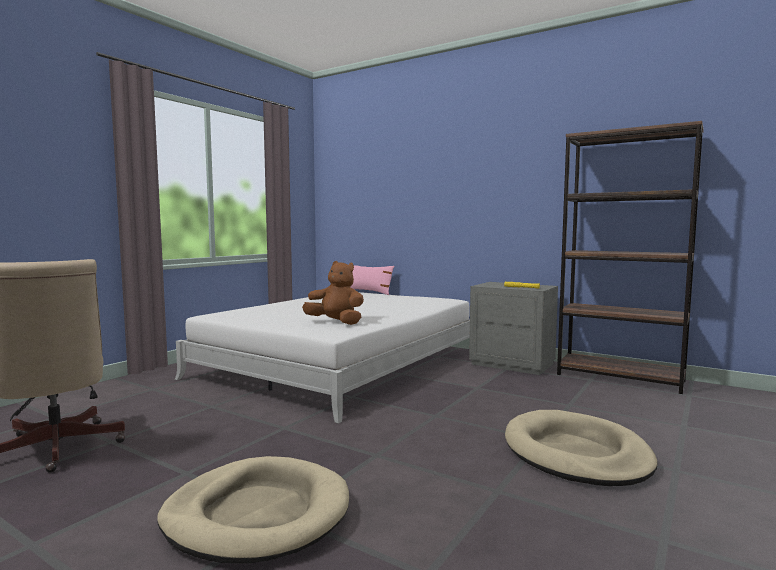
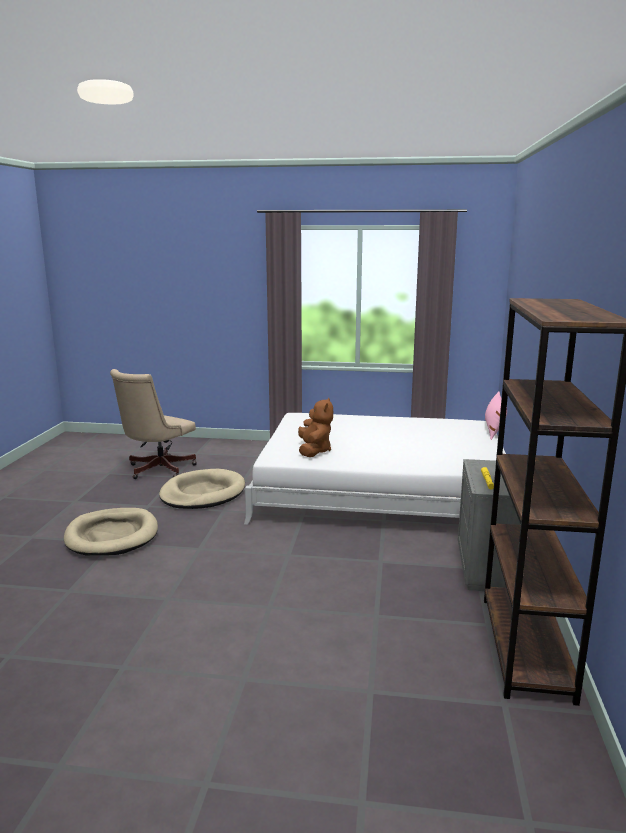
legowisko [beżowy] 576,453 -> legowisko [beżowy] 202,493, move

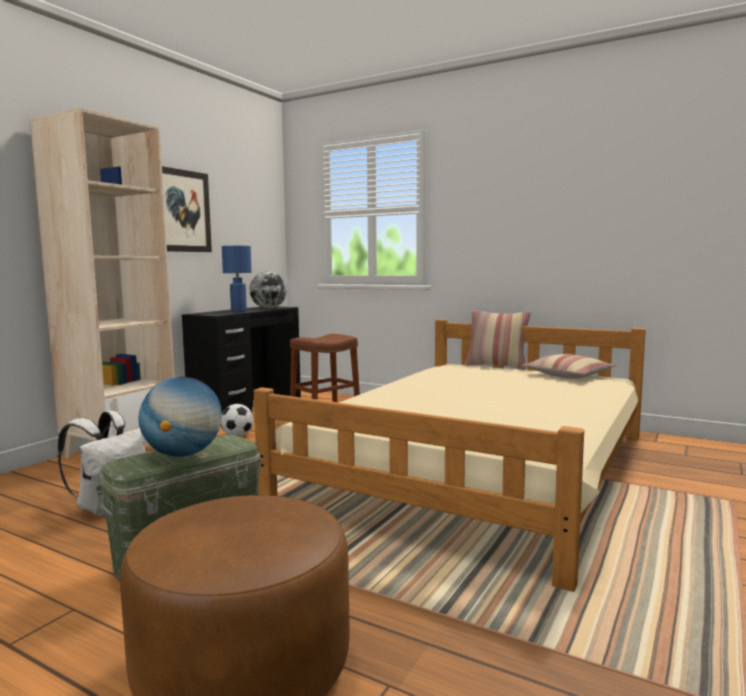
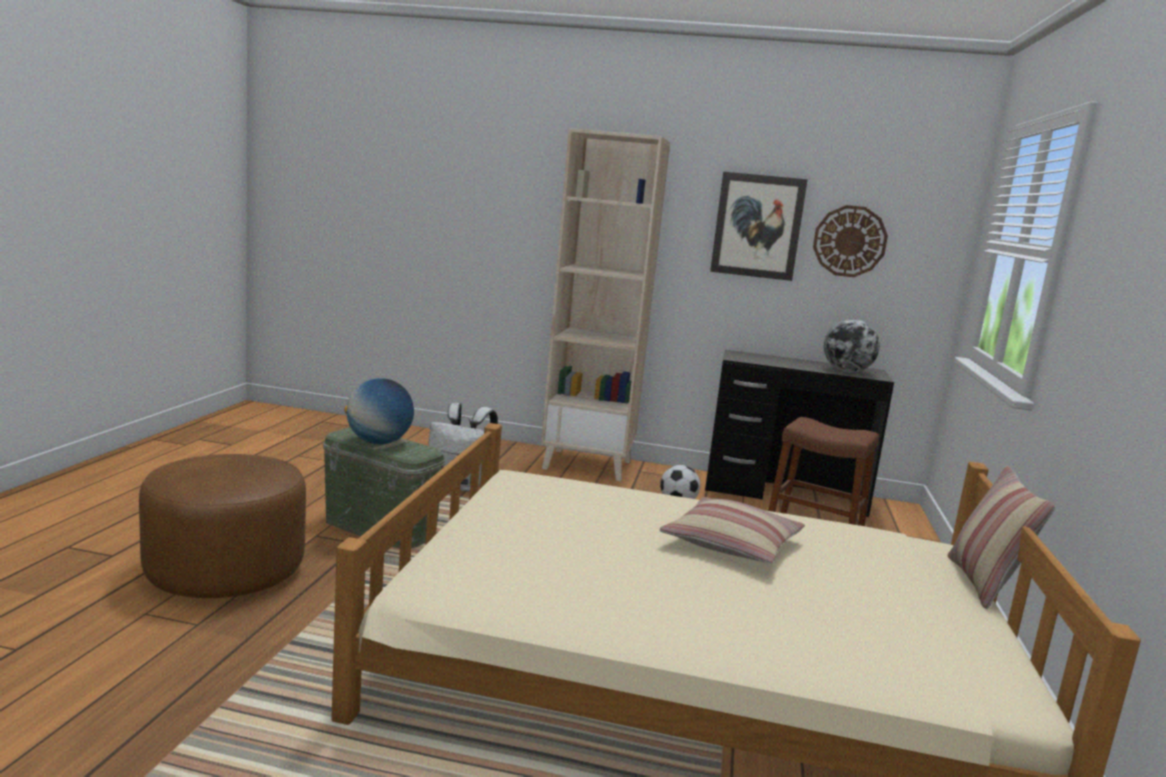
lampa stołowa [niebieski] 239,311 -> none
poduszka 568,375 -> poduszka 731,544, move
none -> zegar ścienny 849,241

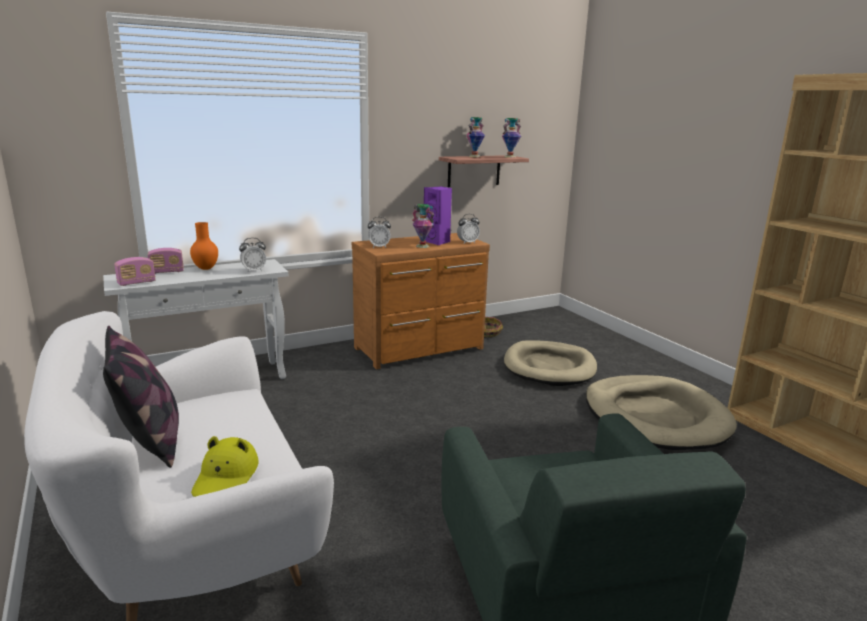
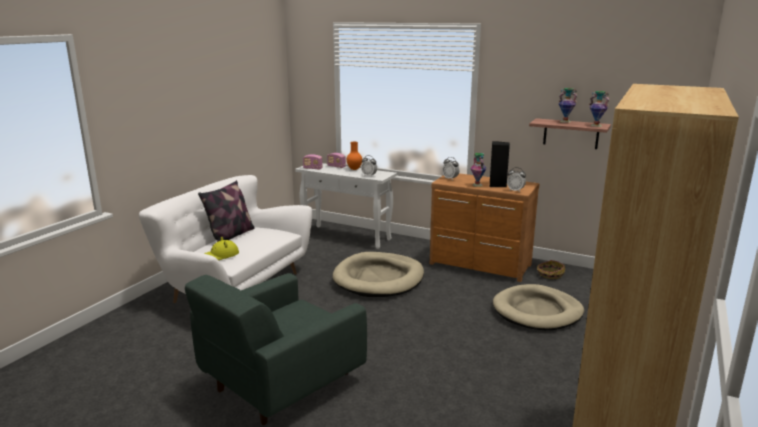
głośnik [fioletowy] 437,242 -> głośnik [czarny] 497,185
legowisko [beżowy] 655,417 -> legowisko [beżowy] 379,278, move

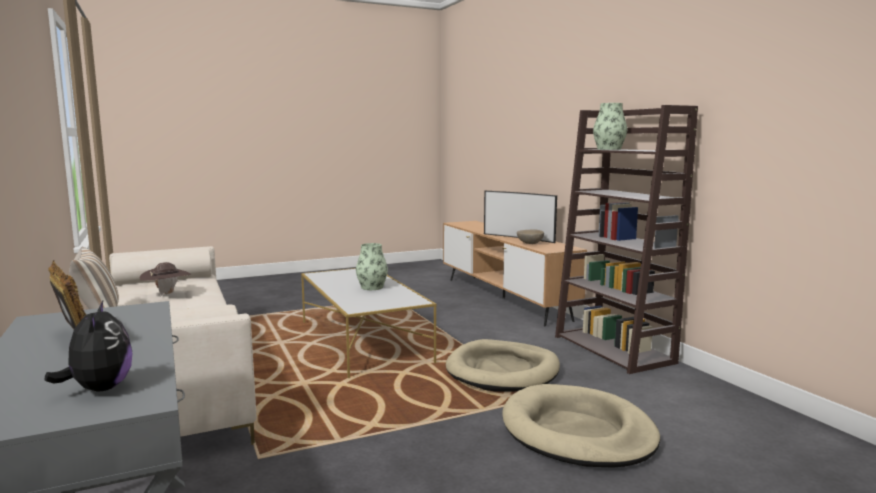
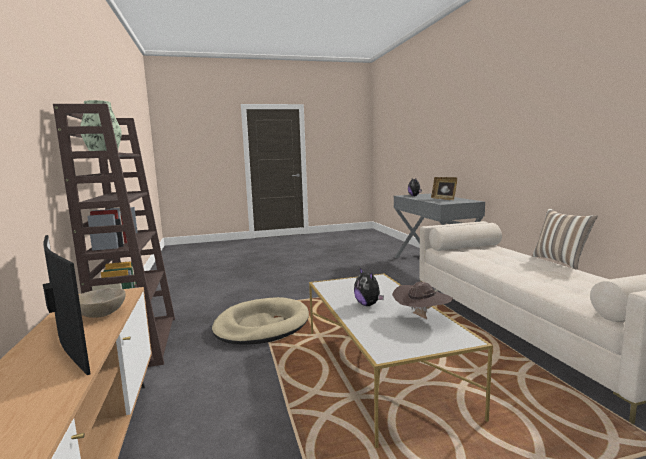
kapelusz [brązowy] 167,294 -> kapelusz [brązowy] 421,318, move
wazon 372,287 -> pluszak 368,304
legowisko [beżowy] 577,432 -> none

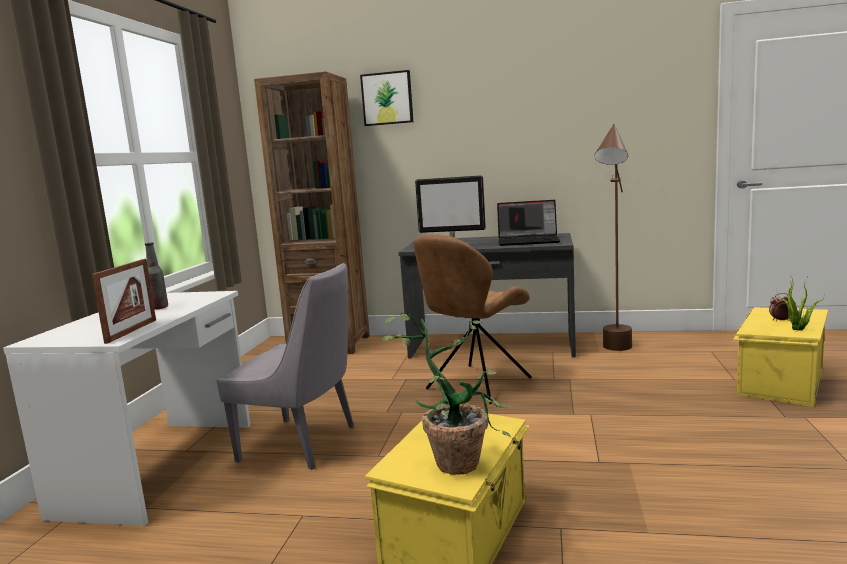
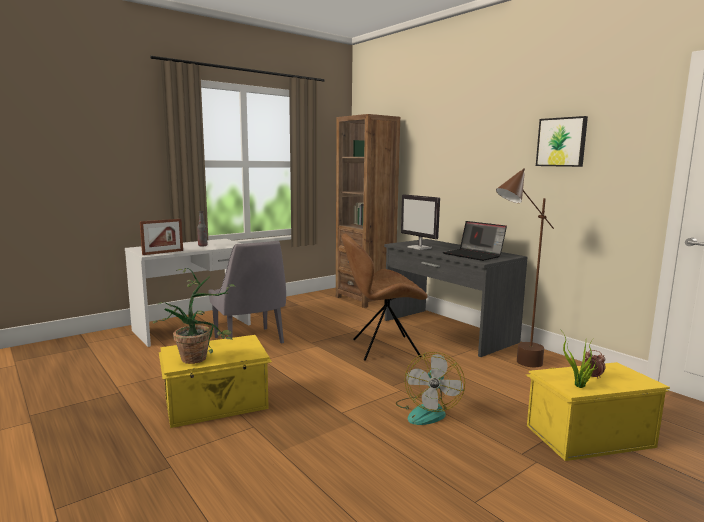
obraz 387,98 -> obraz 561,142, move
none -> wentylator 427,411

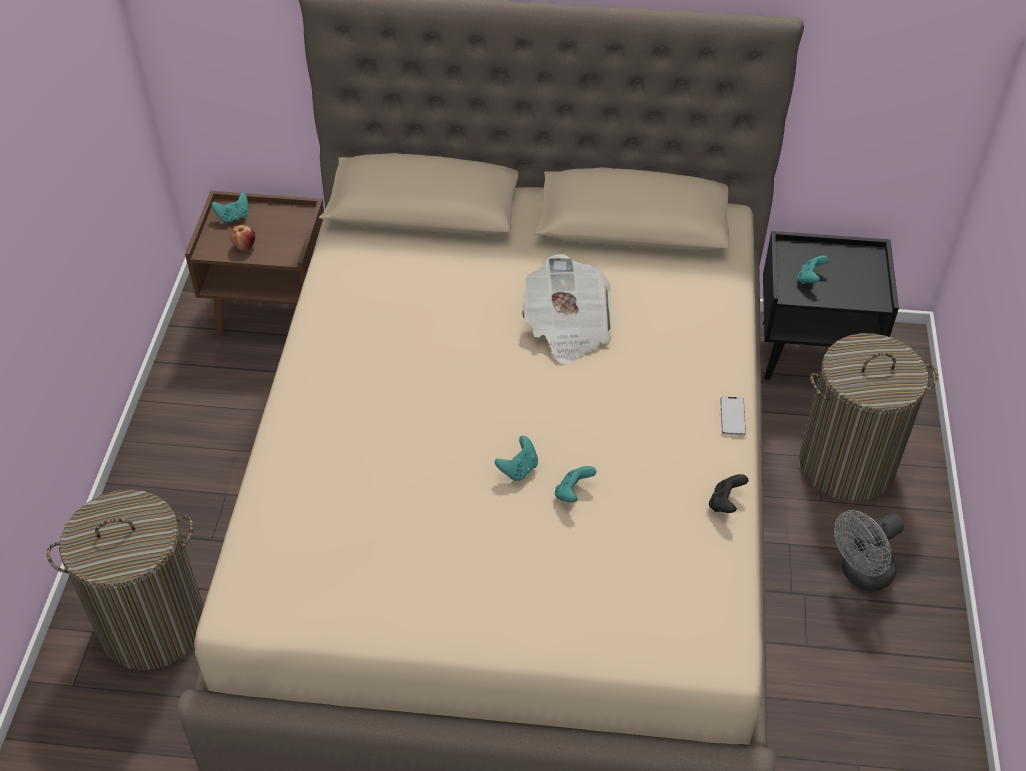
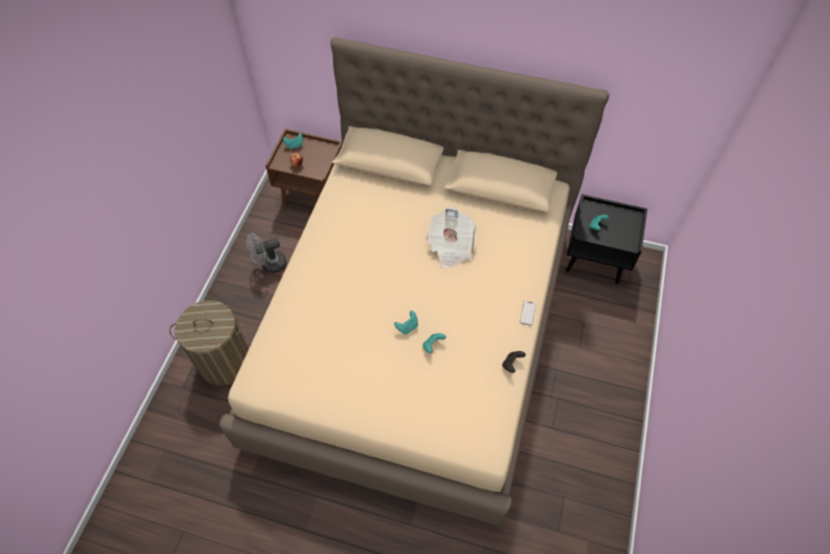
kosz na pranie 846,464 -> none
wentylator [szary] 860,575 -> wentylator [szary] 269,265, move

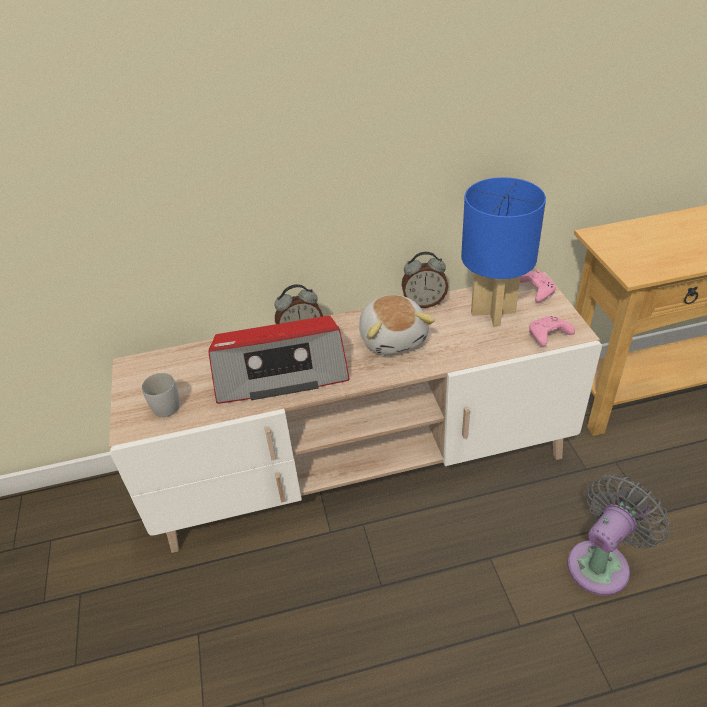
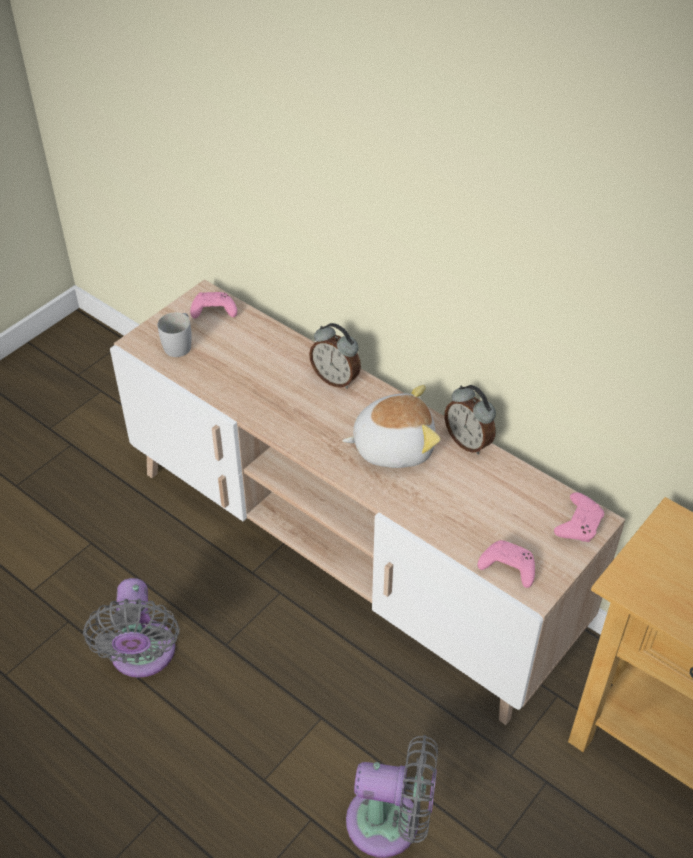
radio 281,372 -> none
pluszak 393,338 -> pluszak 392,446, 135 degrees counterclockwise
lampa stołowa [niebieski] 492,312 -> none
none -> wentylator [szary] 142,656
none -> pad do gier [różowy] 212,312

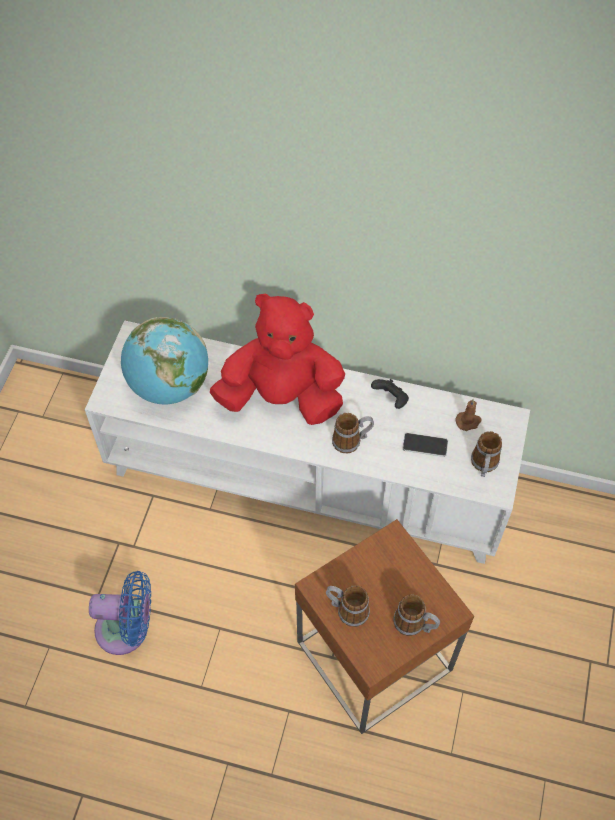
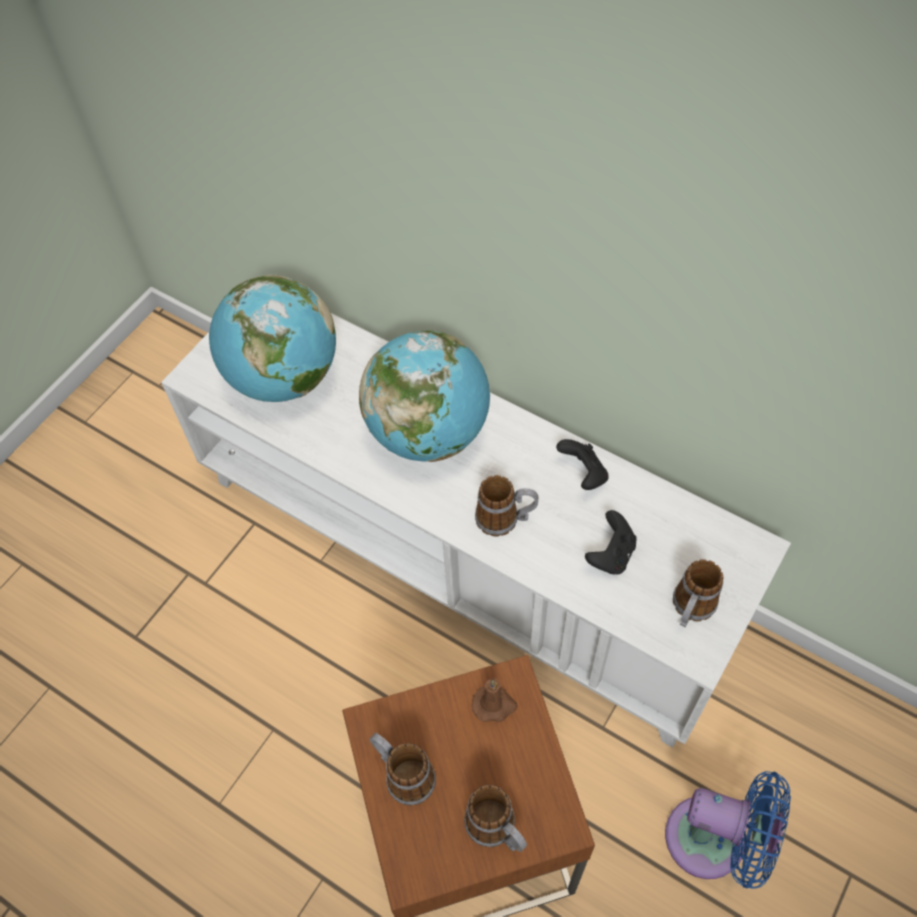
wentylator [niebieski] 127,630 -> wentylator [niebieski] 714,841, move
pluszak [czerwony] 282,397 -> globus 429,432
telefon 425,445 -> pad do gier [czarny] 611,554
świeca [brązowy] 468,421 -> świeca [brązowy] 494,705, move

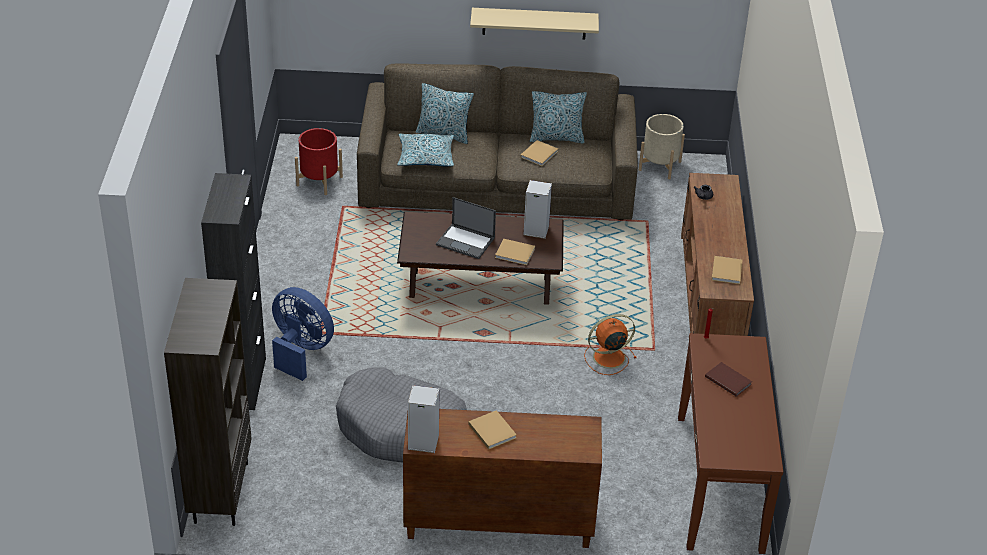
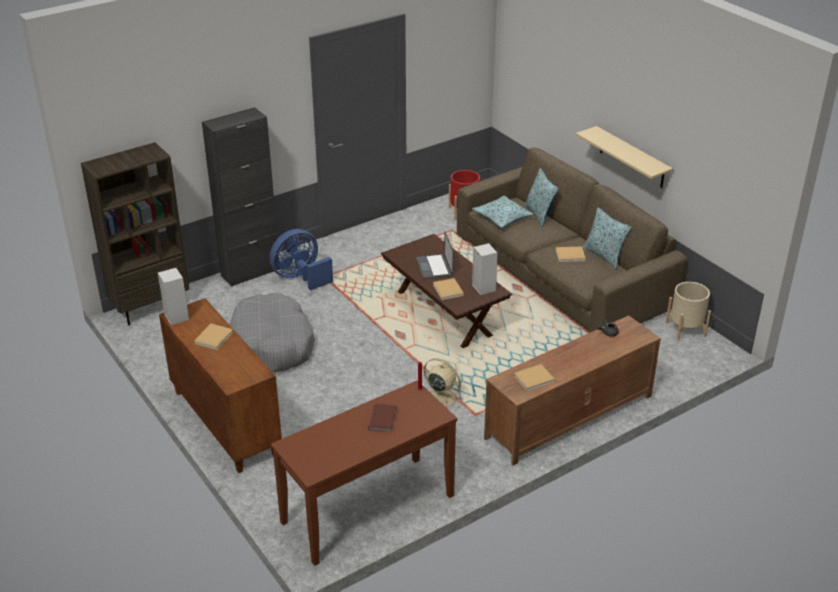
wentylator [niebieski] 300,351 -> wentylator [niebieski] 300,278, 120 degrees counterclockwise
wentylator [pomarańczowy] 607,357 -> wentylator [beżowy] 440,398

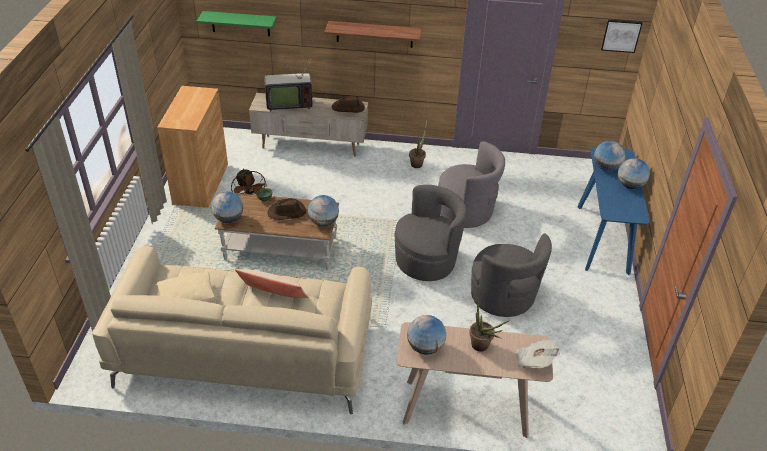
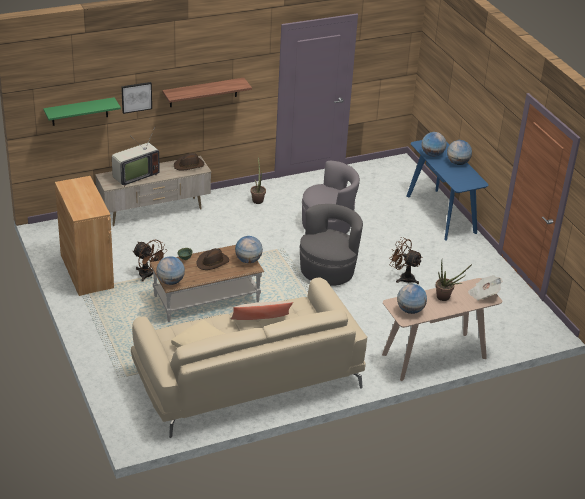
fotel [szary] 503,297 -> wentylator [brązowy] 403,277
obraz 621,35 -> obraz 136,97, move

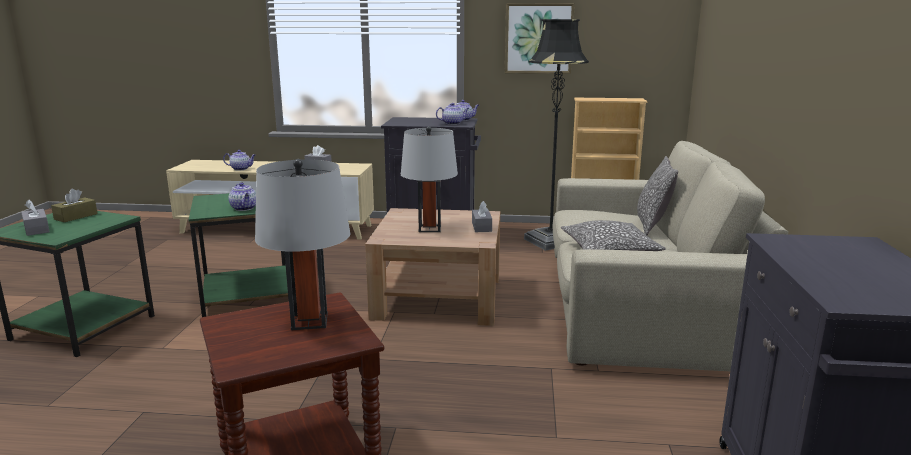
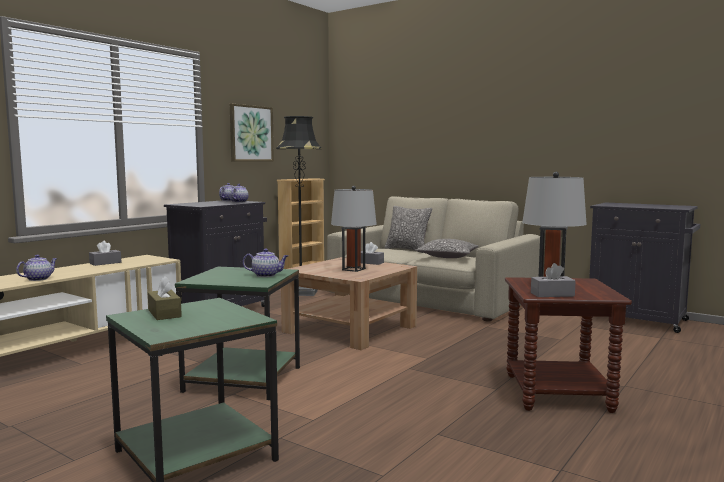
pudełko chusteczek [szary] 36,229 -> pudełko chusteczek [szary] 552,294, move

